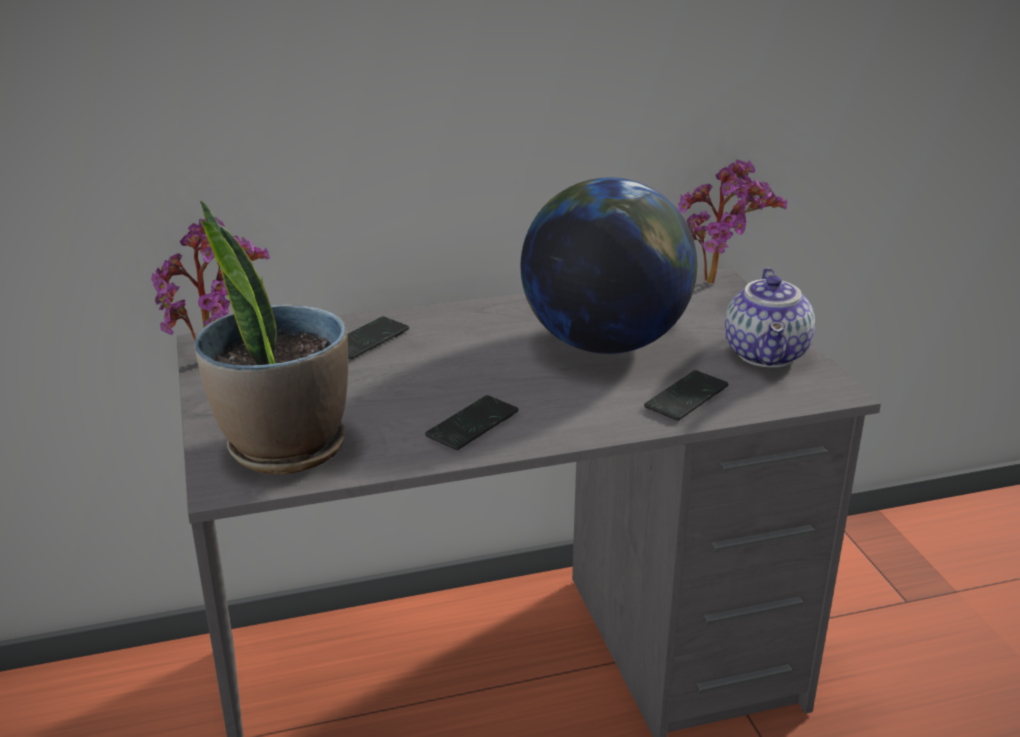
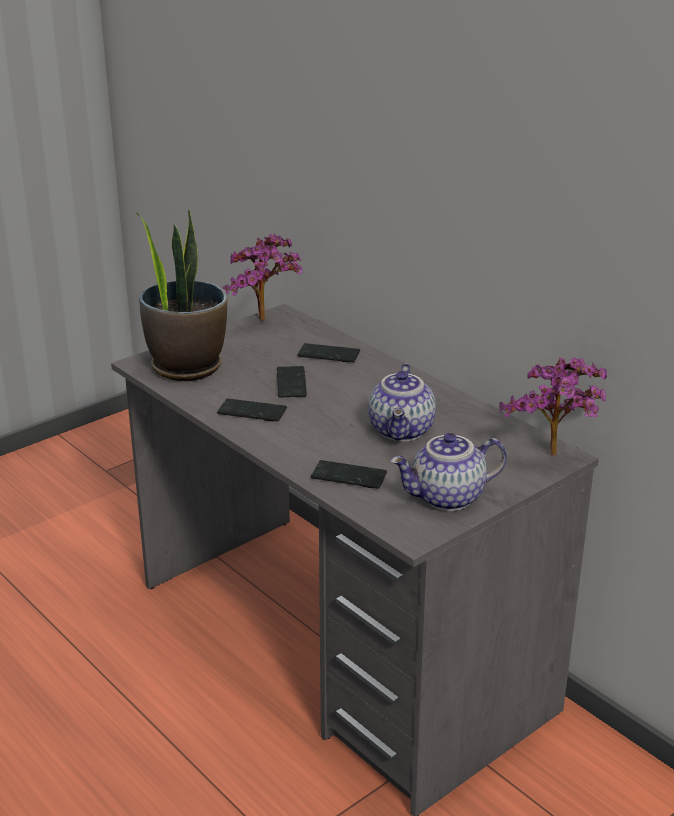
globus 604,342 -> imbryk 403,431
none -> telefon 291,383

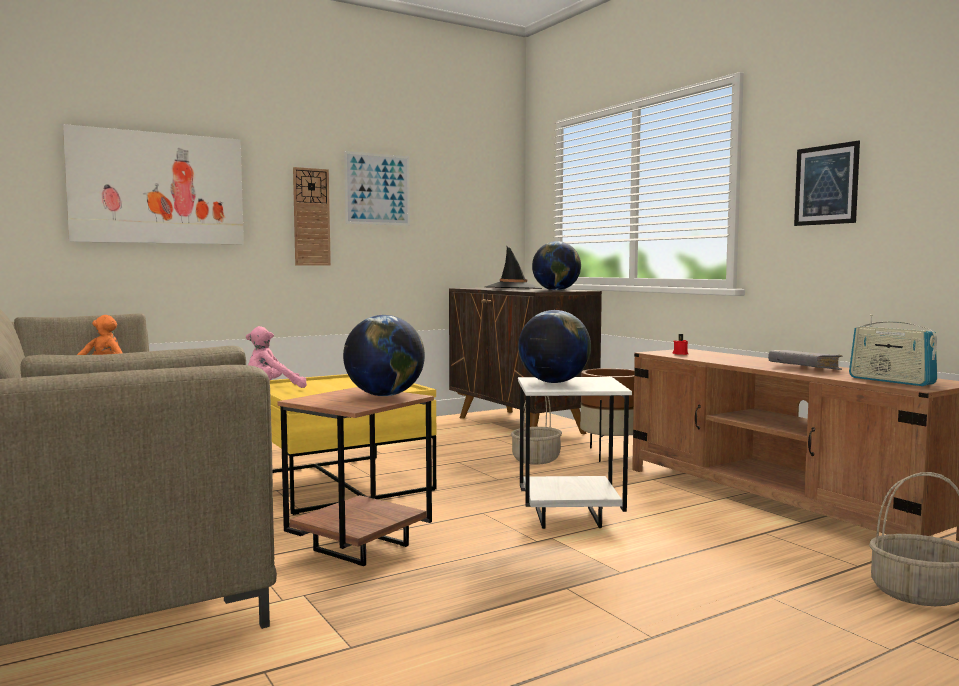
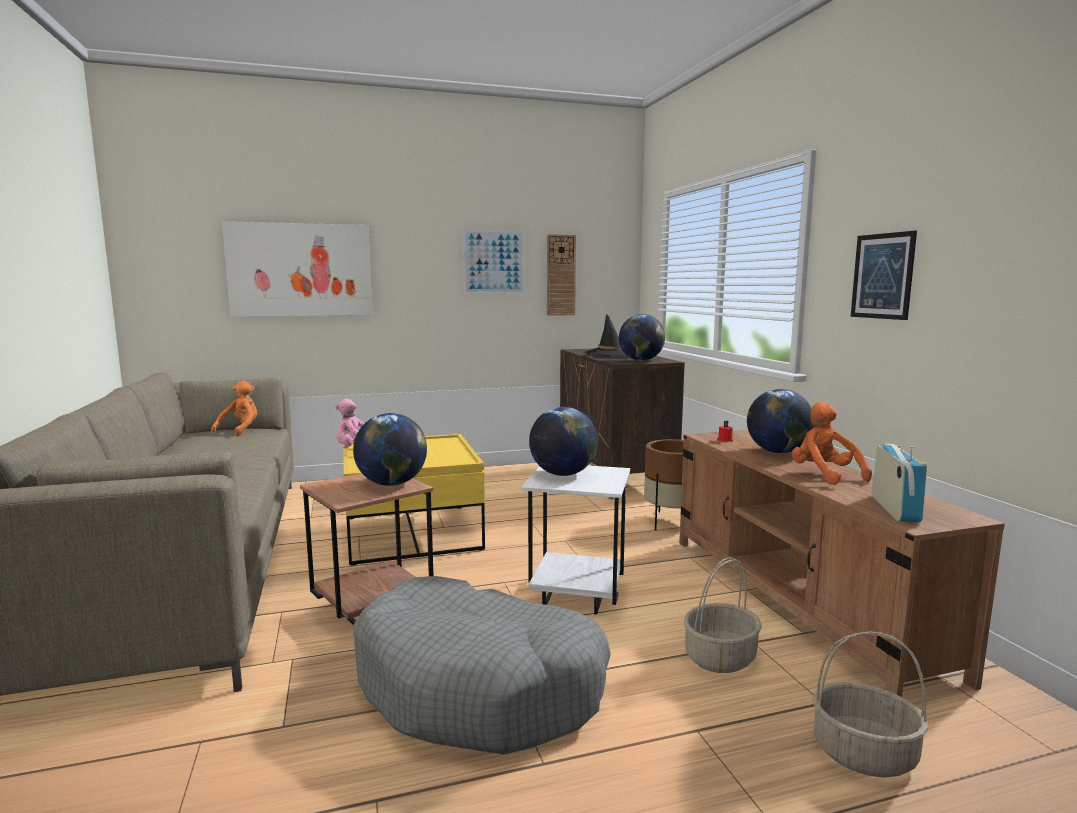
zegar ścienny 311,217 -> zegar ścienny 560,275, move
koszyk 536,459 -> koszyk 720,657, move
książka [szary] 803,368 -> pluszak [pomarańczowy] 824,475
radio 891,381 -> radio 894,509, 150 degrees counterclockwise
none -> legowisko [szary] 480,686
none -> globus 778,452

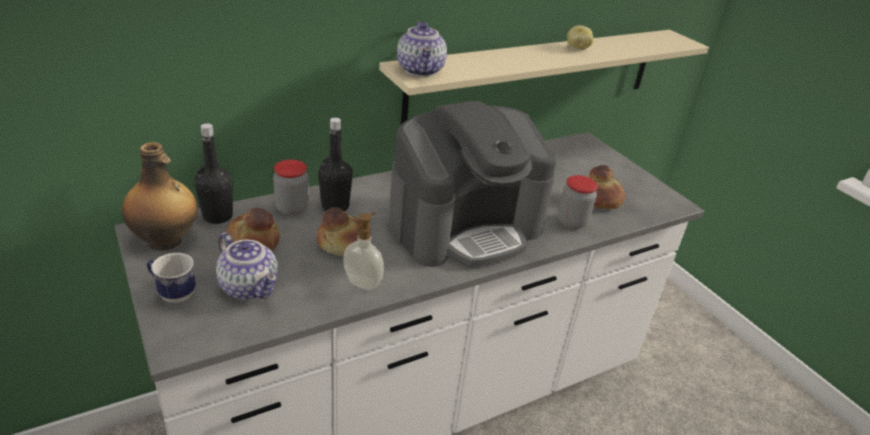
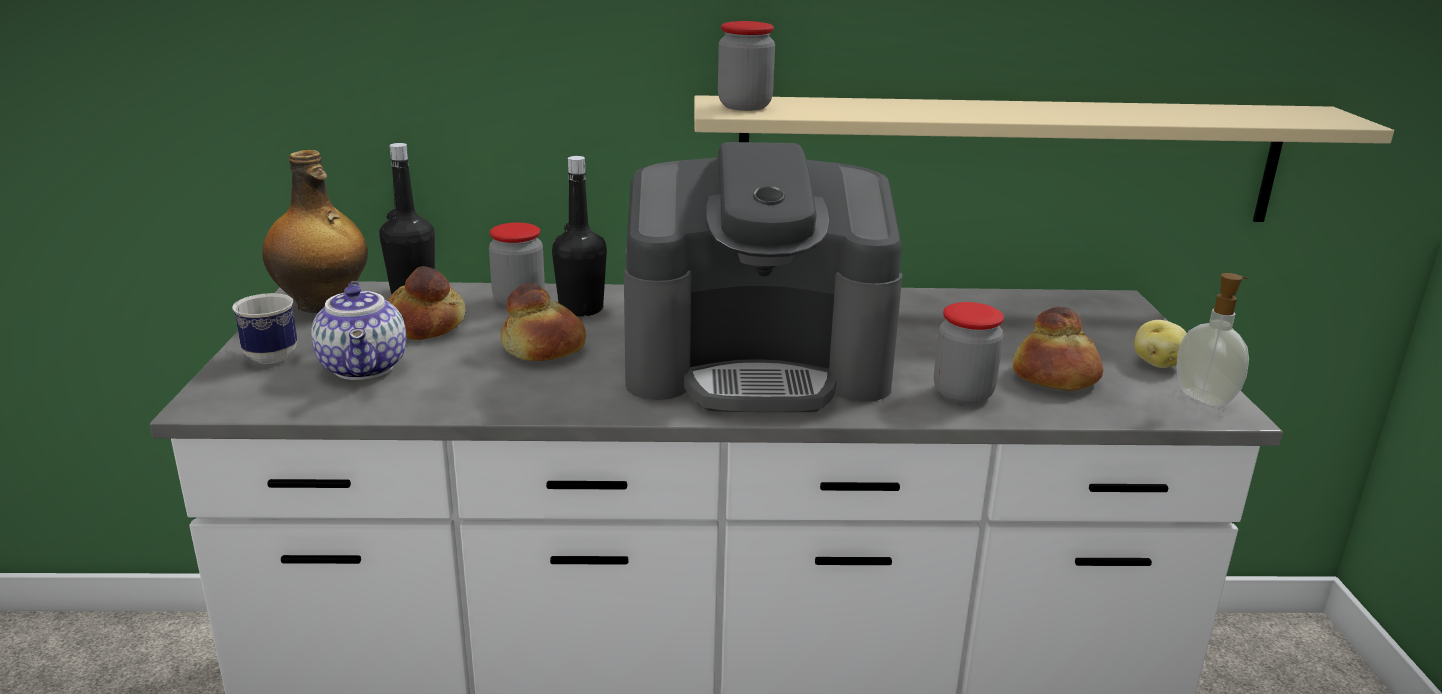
dozownik mydła 363,282 -> dozownik mydła 1205,398, move
imbryk 421,71 -> słoik 744,106
ziemniak 577,48 -> ziemniak 1157,363, move

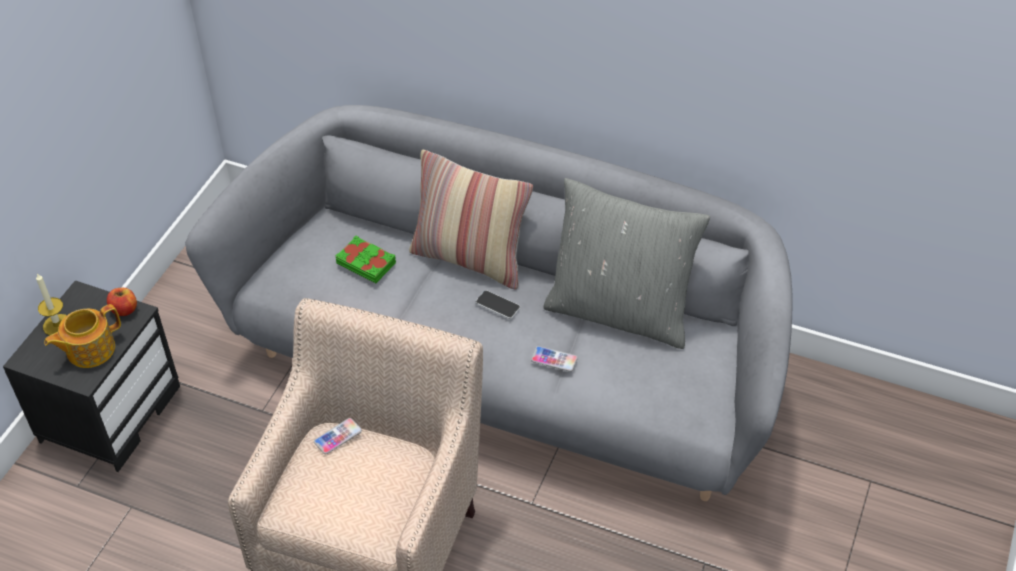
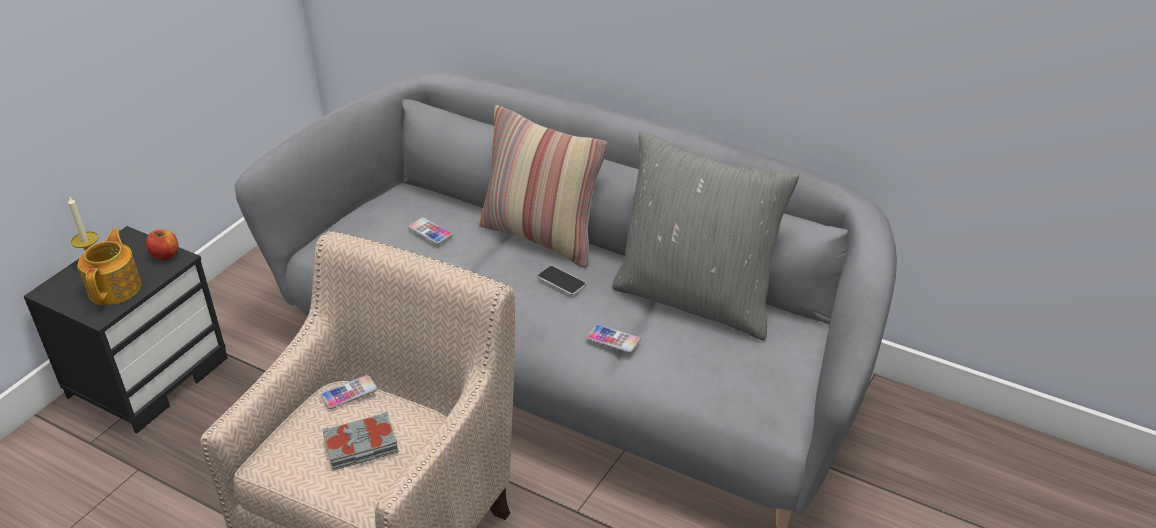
imbryk 89,349 -> imbryk 116,288, 120 degrees clockwise
książka [zielony] 366,263 -> telefon 430,232
none -> książka [szary] 361,447

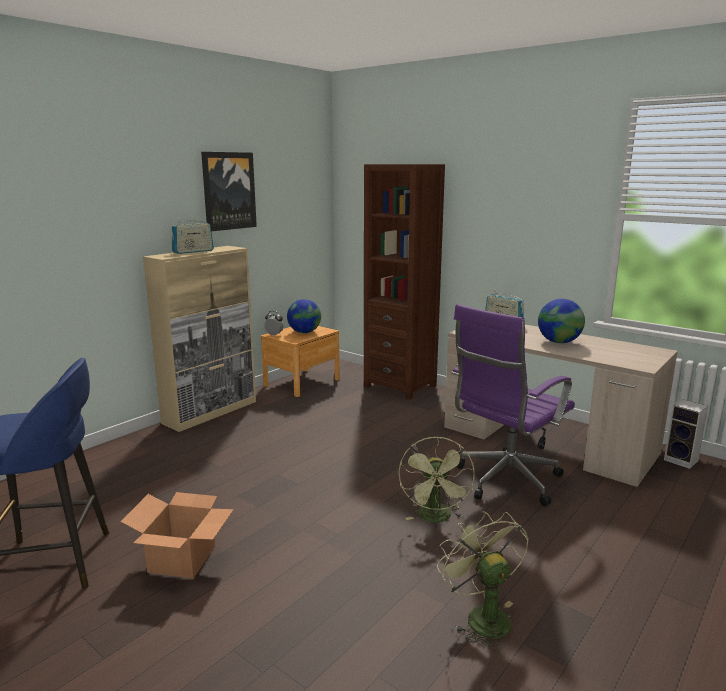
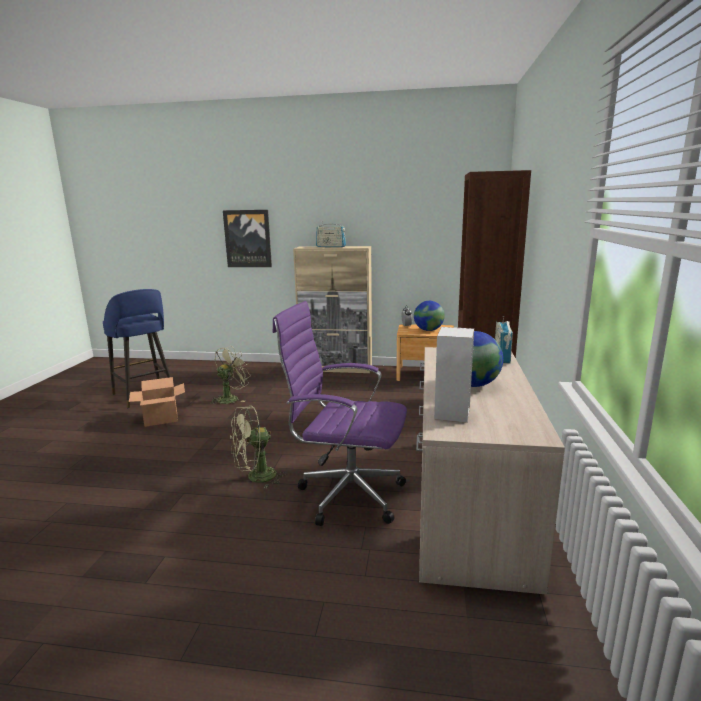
obraz 229,191 -> obraz 248,238, move
wentylator [zielony] 481,616 -> wentylator [zielony] 231,398, move
głośnik 682,461 -> głośnik 453,414, move

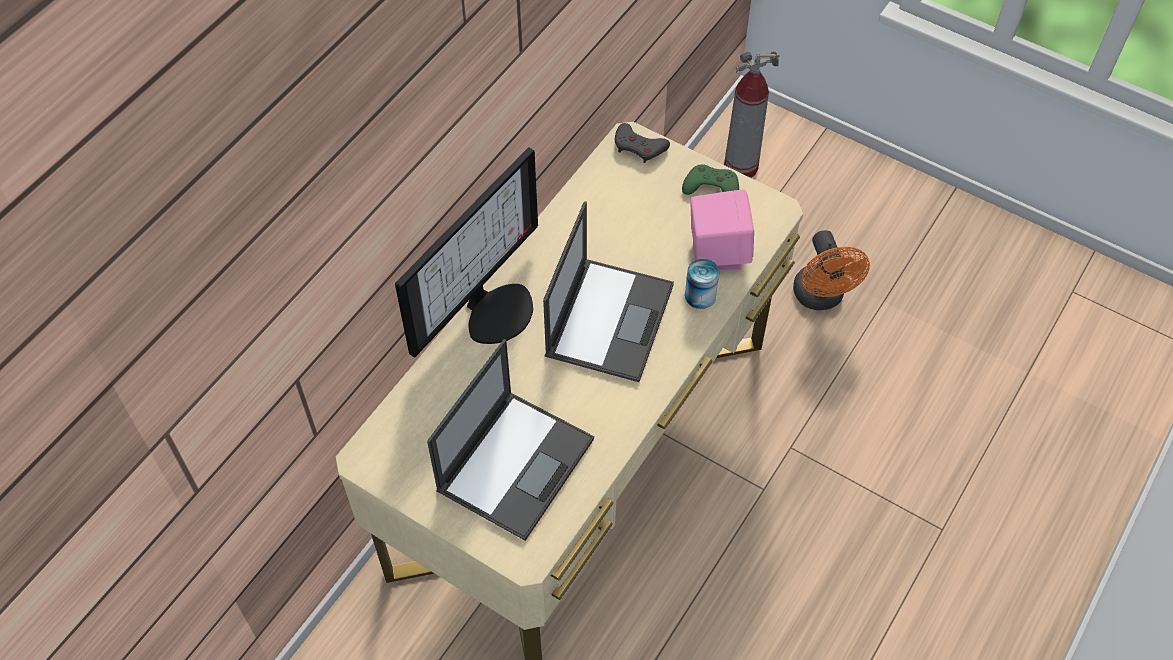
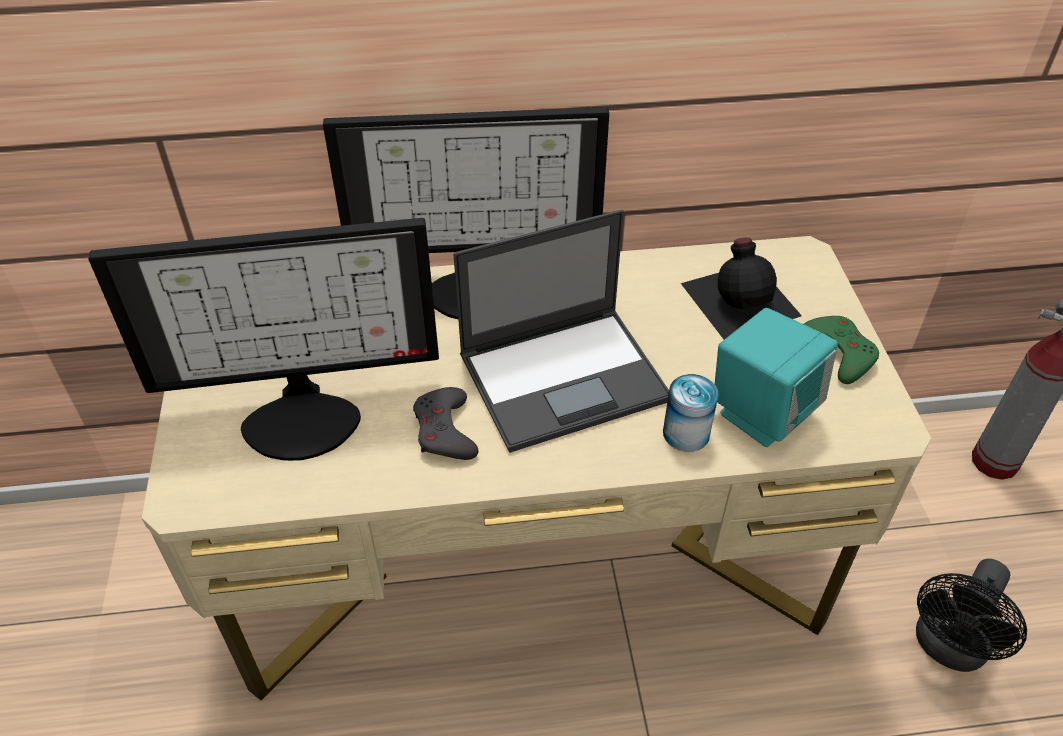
laptop 516,463 -> monitor 303,415
pad do gier [szary] 639,147 -> pad do gier [szary] 445,430, move
głośnik [różowy] 717,253 -> głośnik [turkusowy] 762,412
wentylator [pomarańczowy] 821,298 -> wentylator [czarny] 948,648
none -> butelka [czarny] 740,298

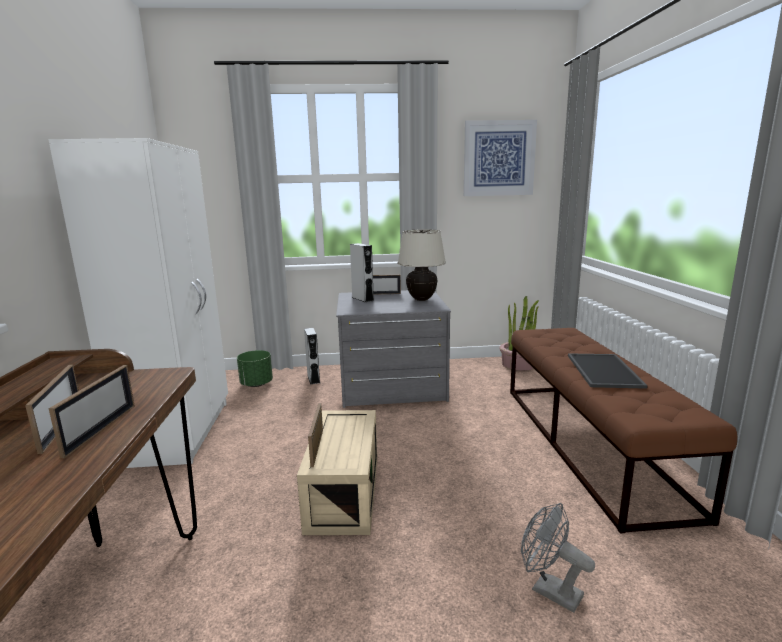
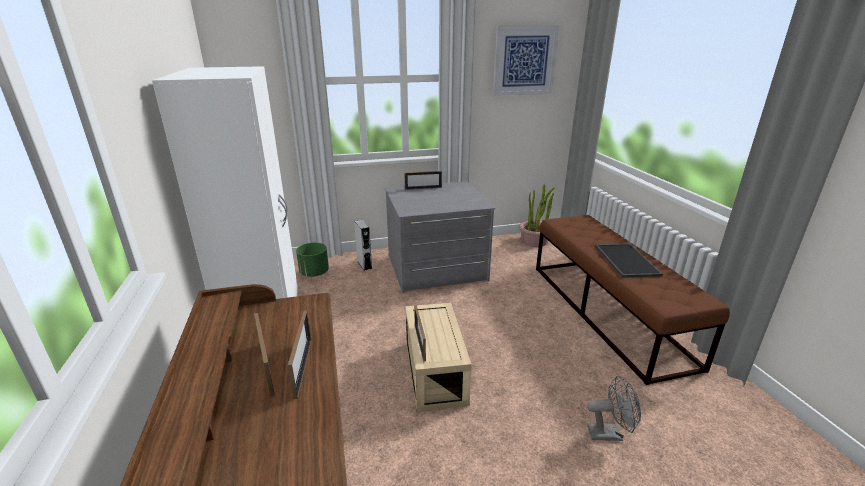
głośnik [szary] 362,299 -> none
lampa stołowa [beżowy] 421,299 -> none
wentylator [szary] 549,590 -> wentylator [szary] 609,433, 150 degrees clockwise

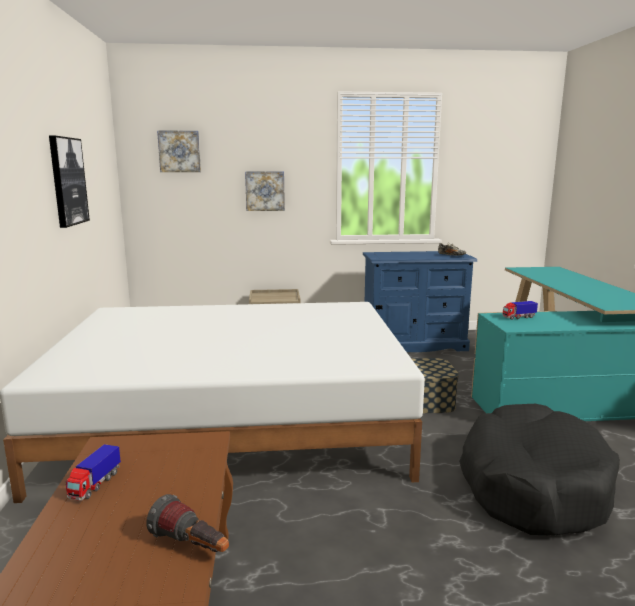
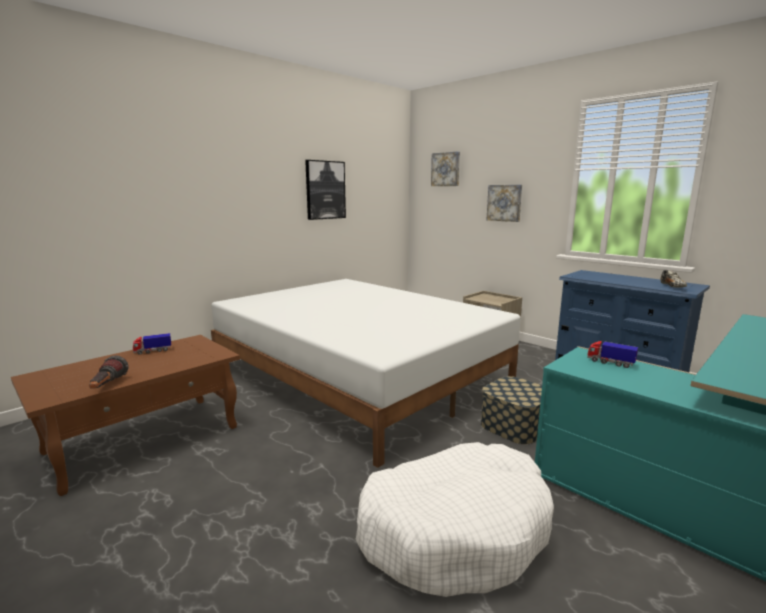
legowisko [czarny] 532,485 -> legowisko [biały] 454,529

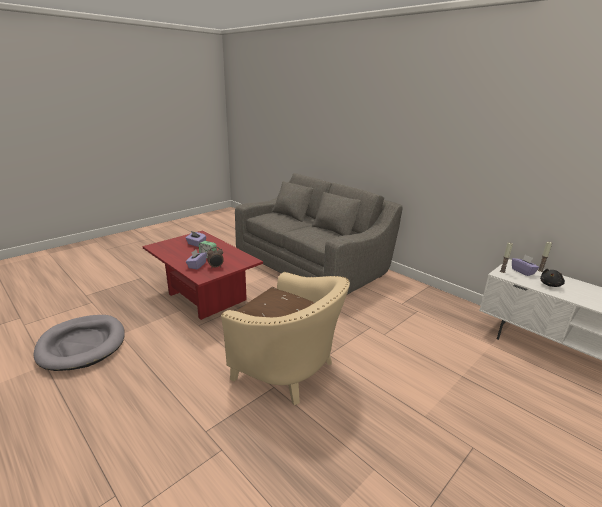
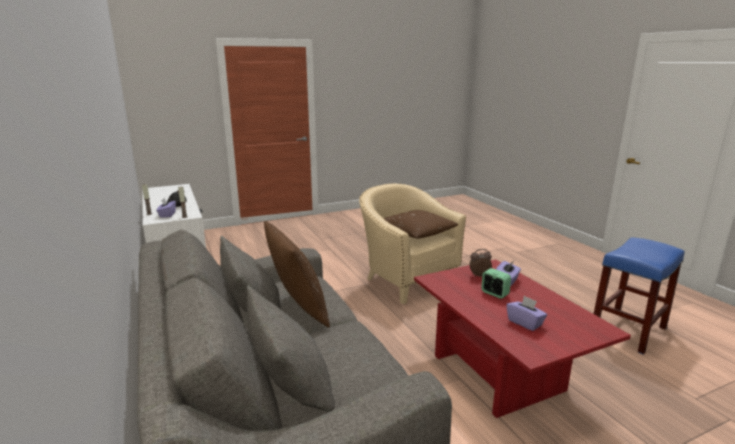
legowisko [szary] 82,344 -> stołek [niebieski] 628,331
none -> poduszka [brązowy] 298,310

